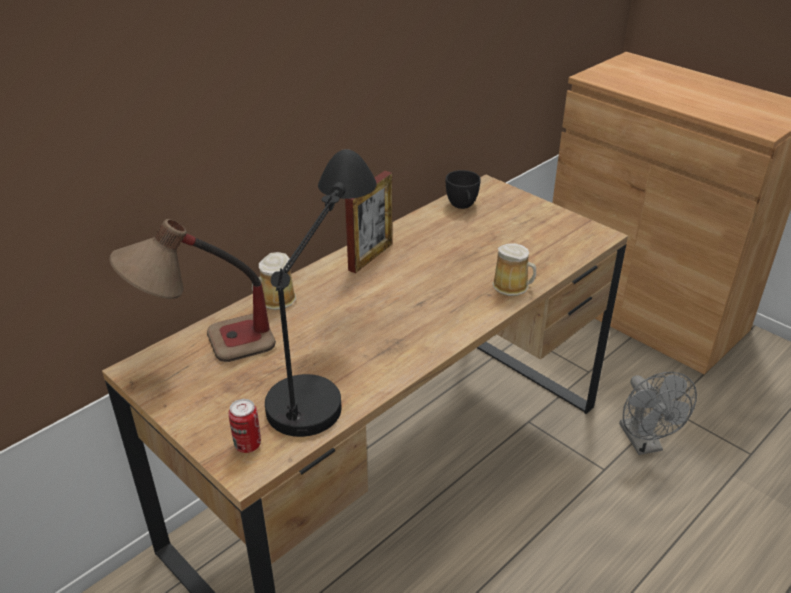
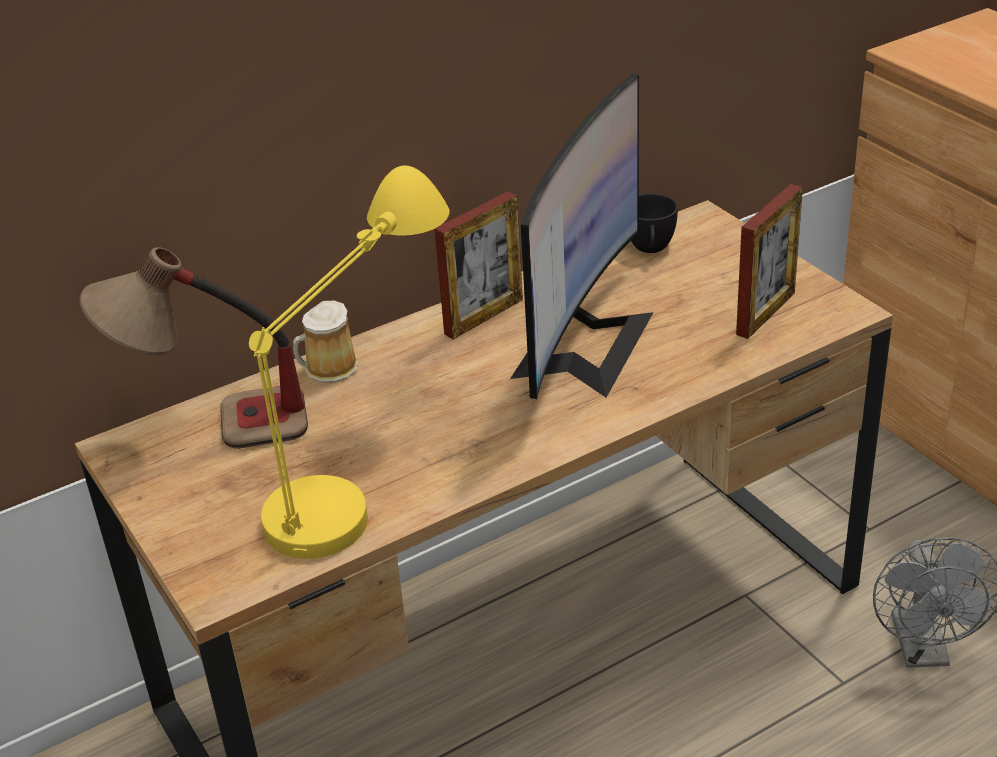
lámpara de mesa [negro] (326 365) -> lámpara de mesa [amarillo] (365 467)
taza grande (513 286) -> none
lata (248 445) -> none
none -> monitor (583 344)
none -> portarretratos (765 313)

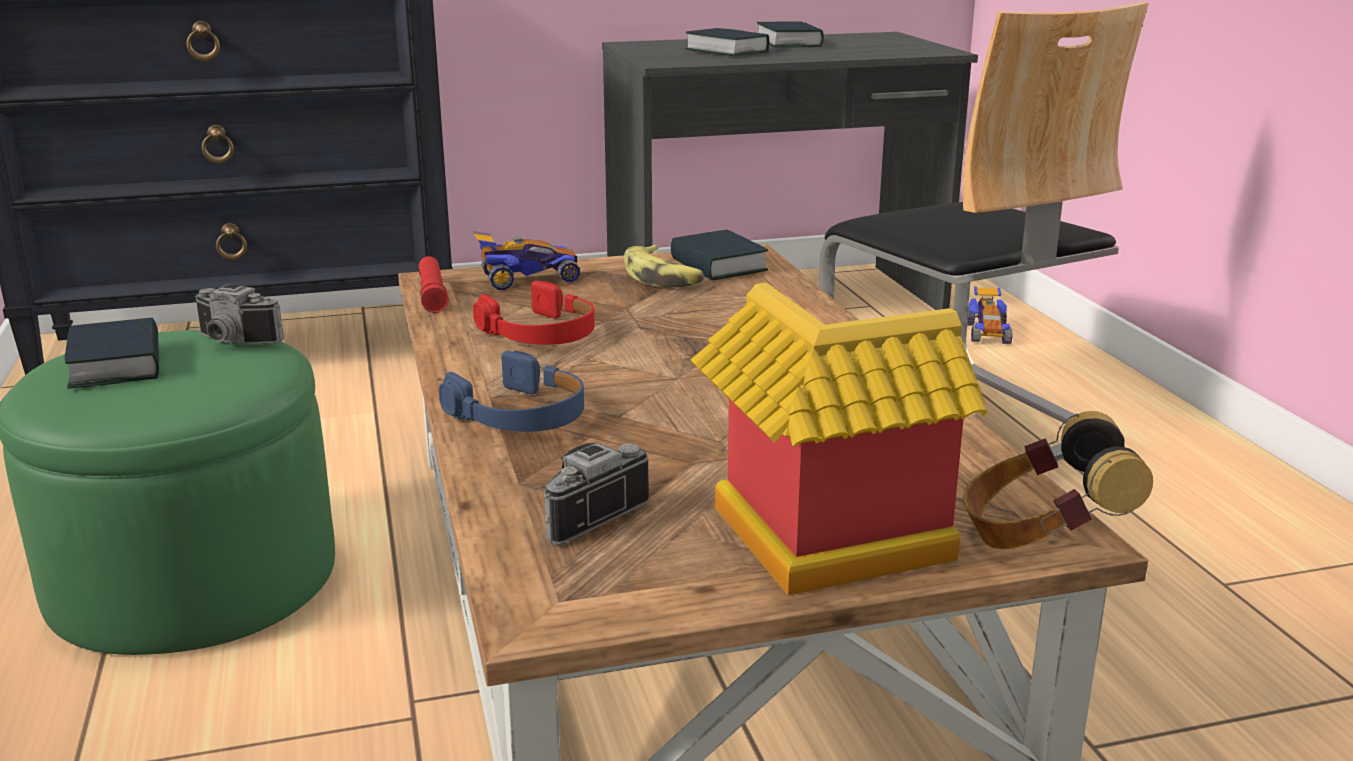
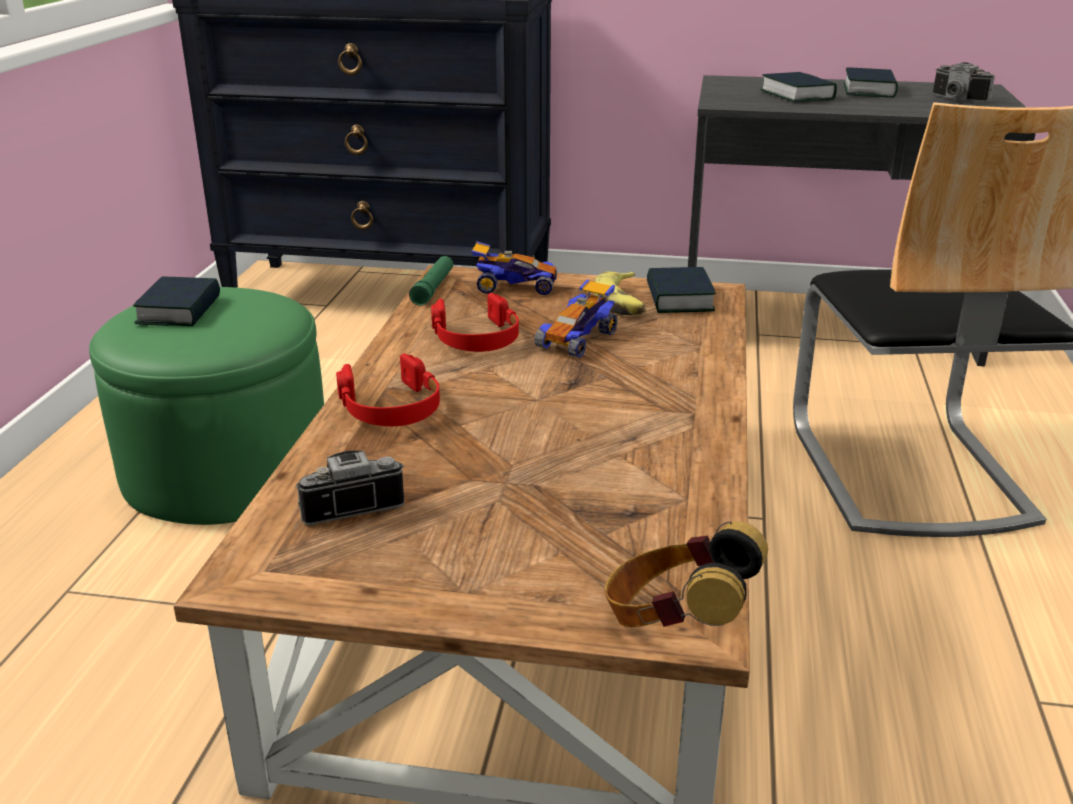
linterna [rojo] (432 294) -> linterna [verde] (433 288)
casita (814 545) -> none
cámara (233 342) -> cámara (956 99), relocated
coche de juguete (986 333) -> coche de juguete (577 339), relocated
auriculares [azul] (520 414) -> auriculares [rojo] (391 407)

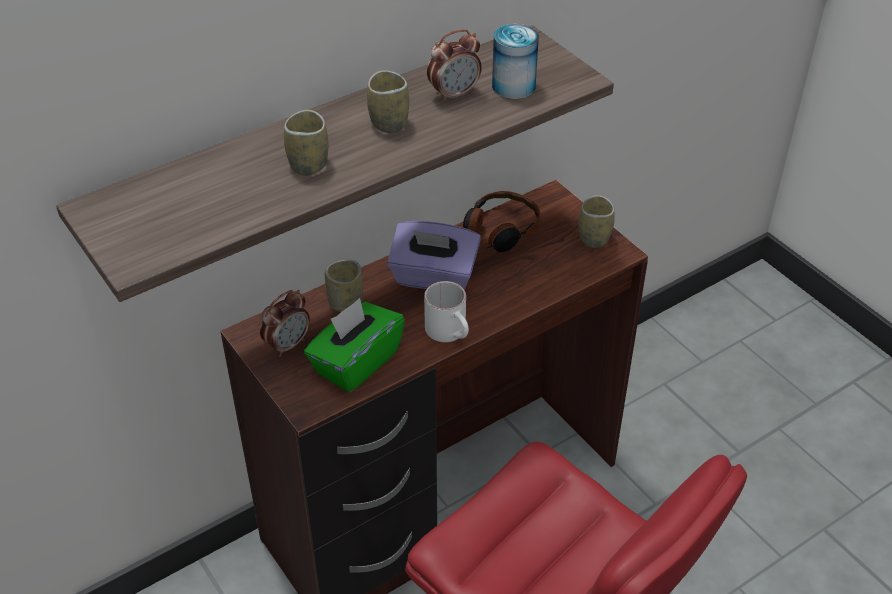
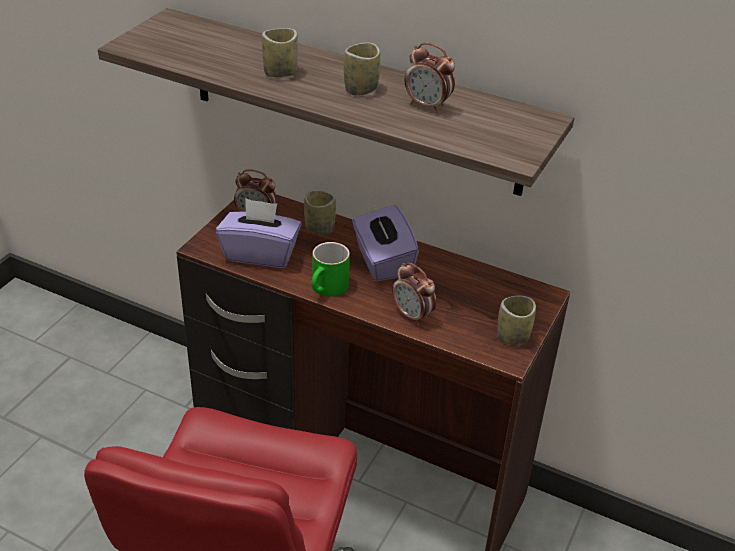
lata (513 86) -> none
auriculares (499 230) -> none
taza grande [blanco] (451 332) -> taza grande [verde] (327 290)
caja de pañuelos [verde] (356 362) -> caja de pañuelos [morado] (260 253)
none -> despertador (412 315)

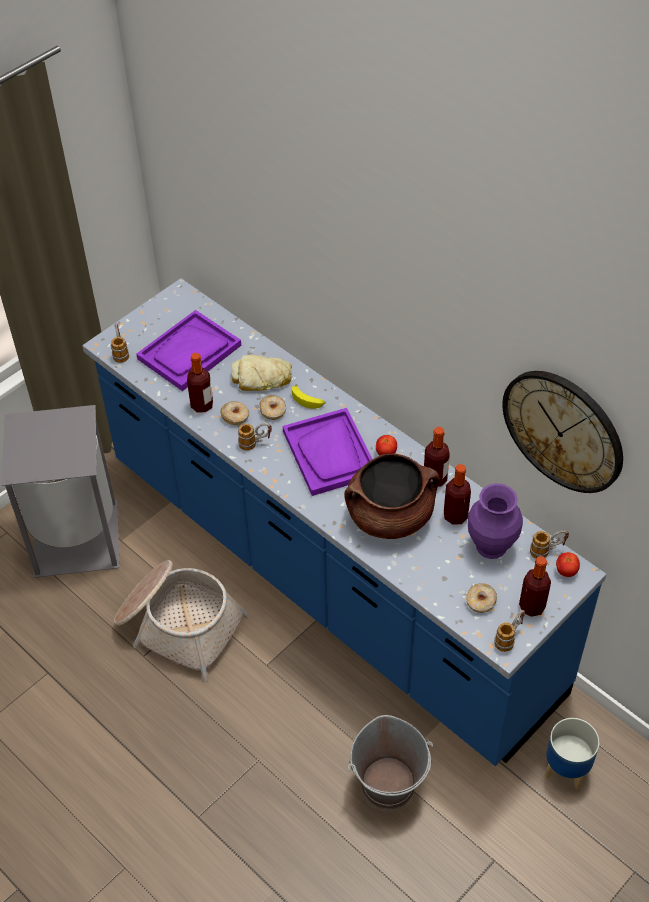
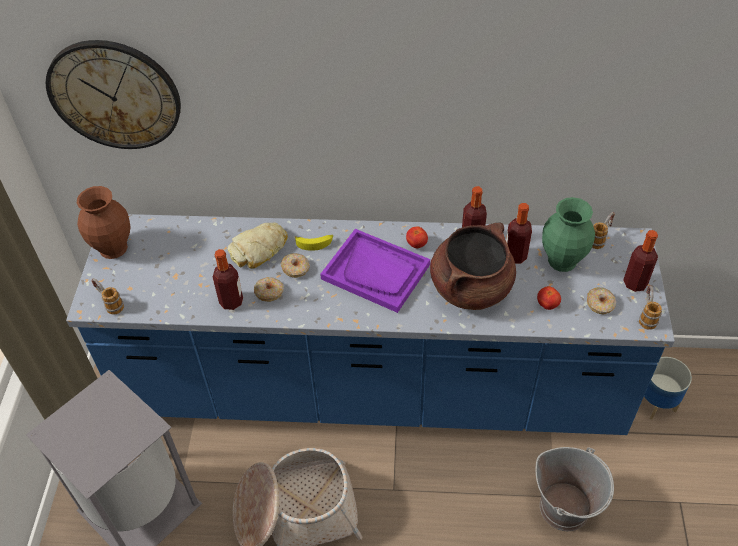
bandeja [morado] (189 352) -> none
reloj de pared (563 430) -> reloj de pared (114 95), relocated
taza grande (255 443) -> none
florero [morado] (492 547) -> florero [verde] (563 261)
tomate (566 571) -> tomate (547 304), relocated
none -> florero [marrón] (113 249)

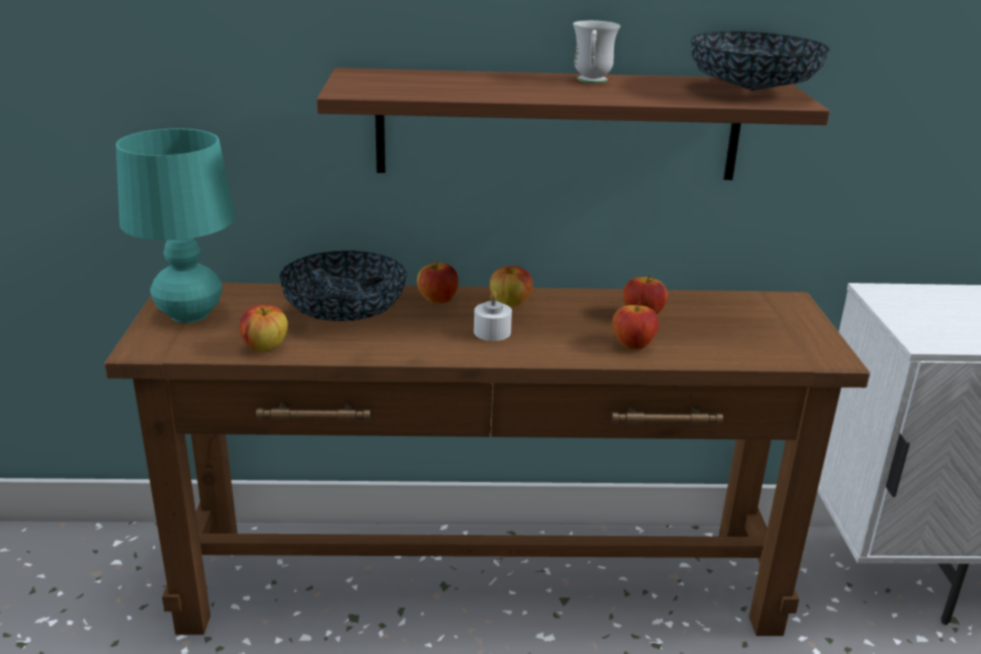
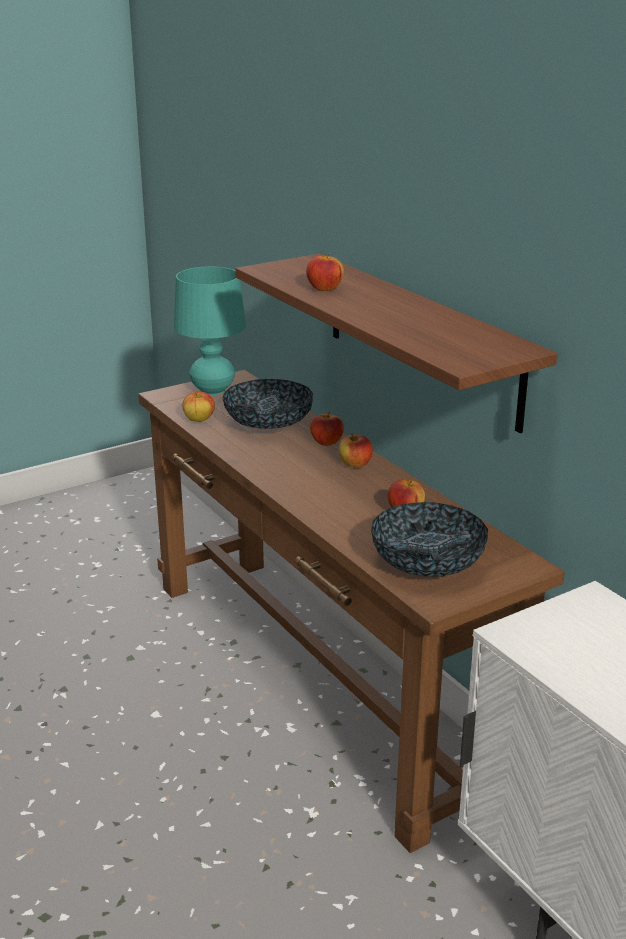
taza grande [blanco] (591 82) -> none
cuenco (751 90) -> cuenco (427 565), relocated
vela [blanco] (492 332) -> none
manzana (633 345) -> manzana (324 289), relocated

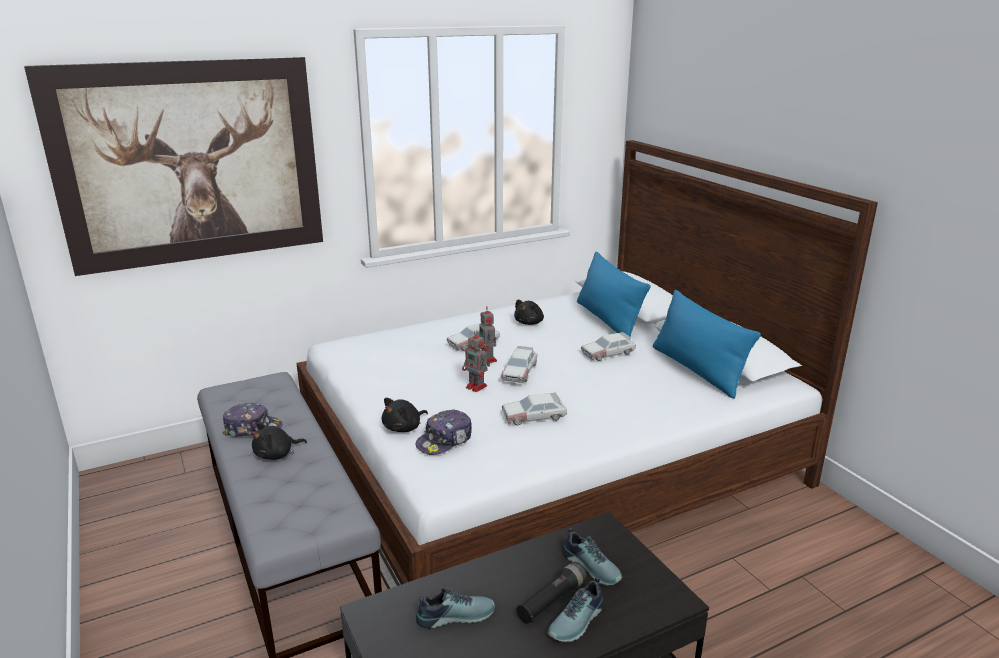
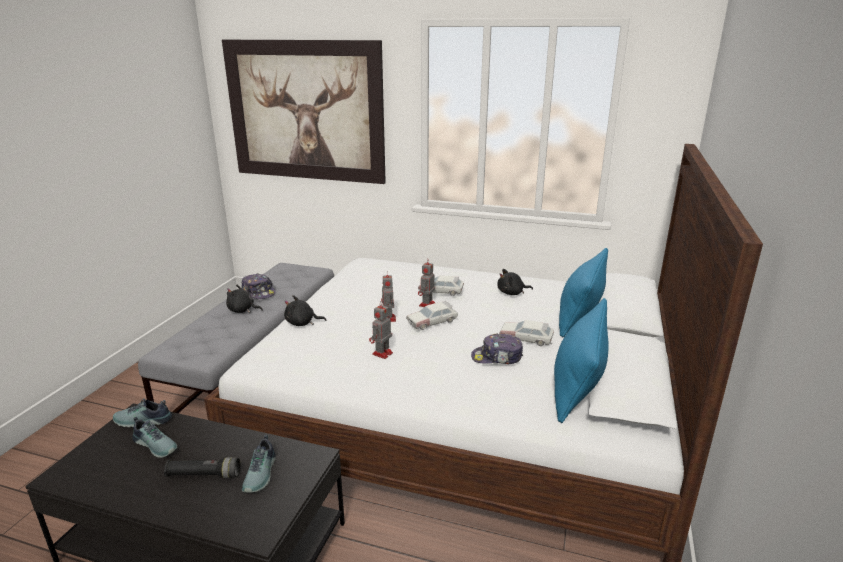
coche de juguete (534 416) -> robot de juguete (381 354)
gorra (445 441) -> gorra (497 357), relocated
zapato (578 621) -> zapato (142 421), relocated

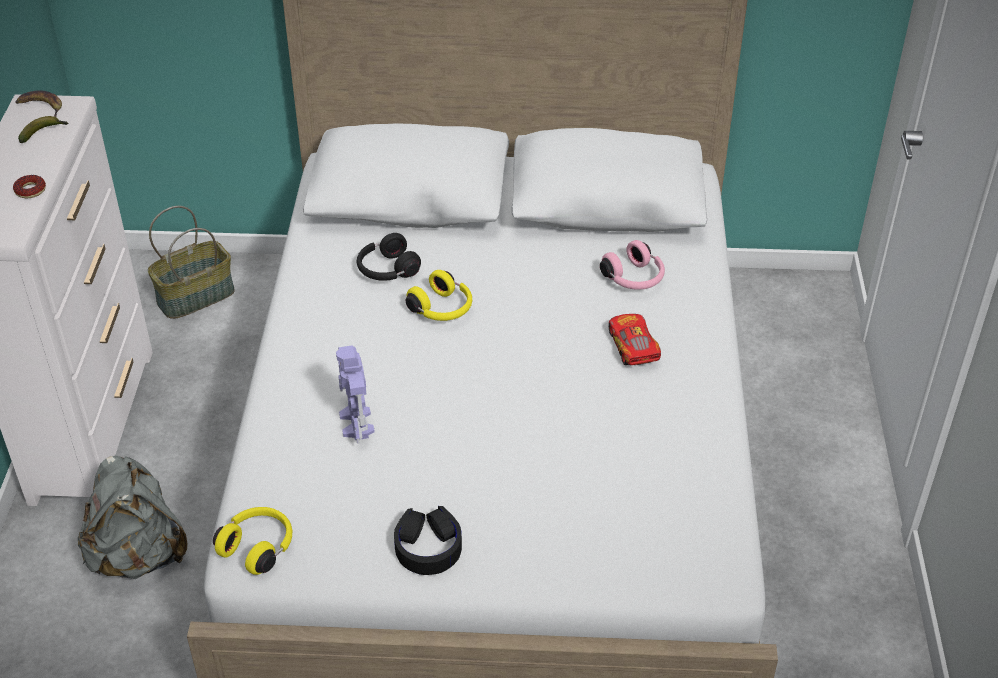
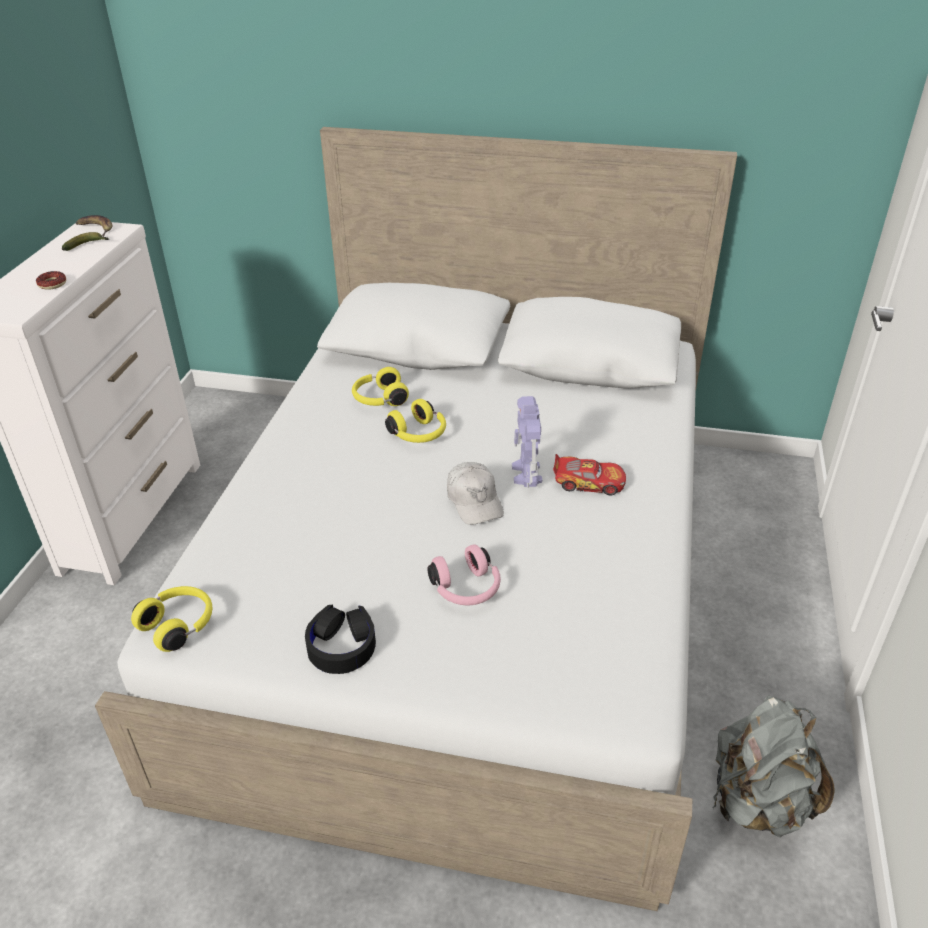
cesta (196 296) -> none
auriculares [negro] (387 270) -> auriculares [amarillo] (379 399)
auriculares [rosa] (634 279) -> auriculares [rosa] (466 589), relocated
coche de juguete (633 347) -> coche de juguete (588 482), 105 degrees clockwise
robot de juguete (357 424) -> robot de juguete (526 474), relocated
mochila [gris] (138 555) -> mochila [gris] (758 801), relocated
none -> gorra [blanco] (474 501)

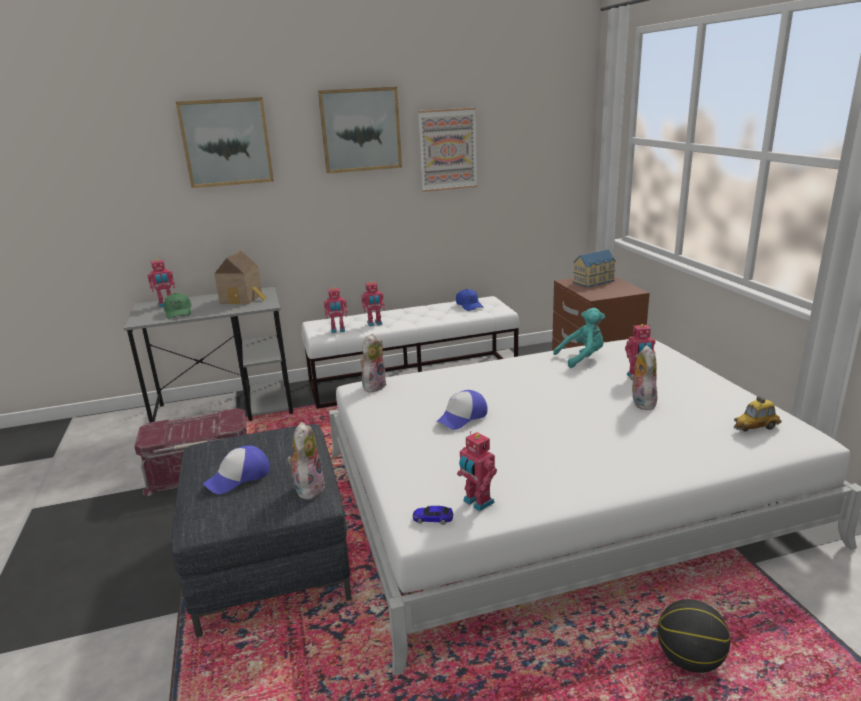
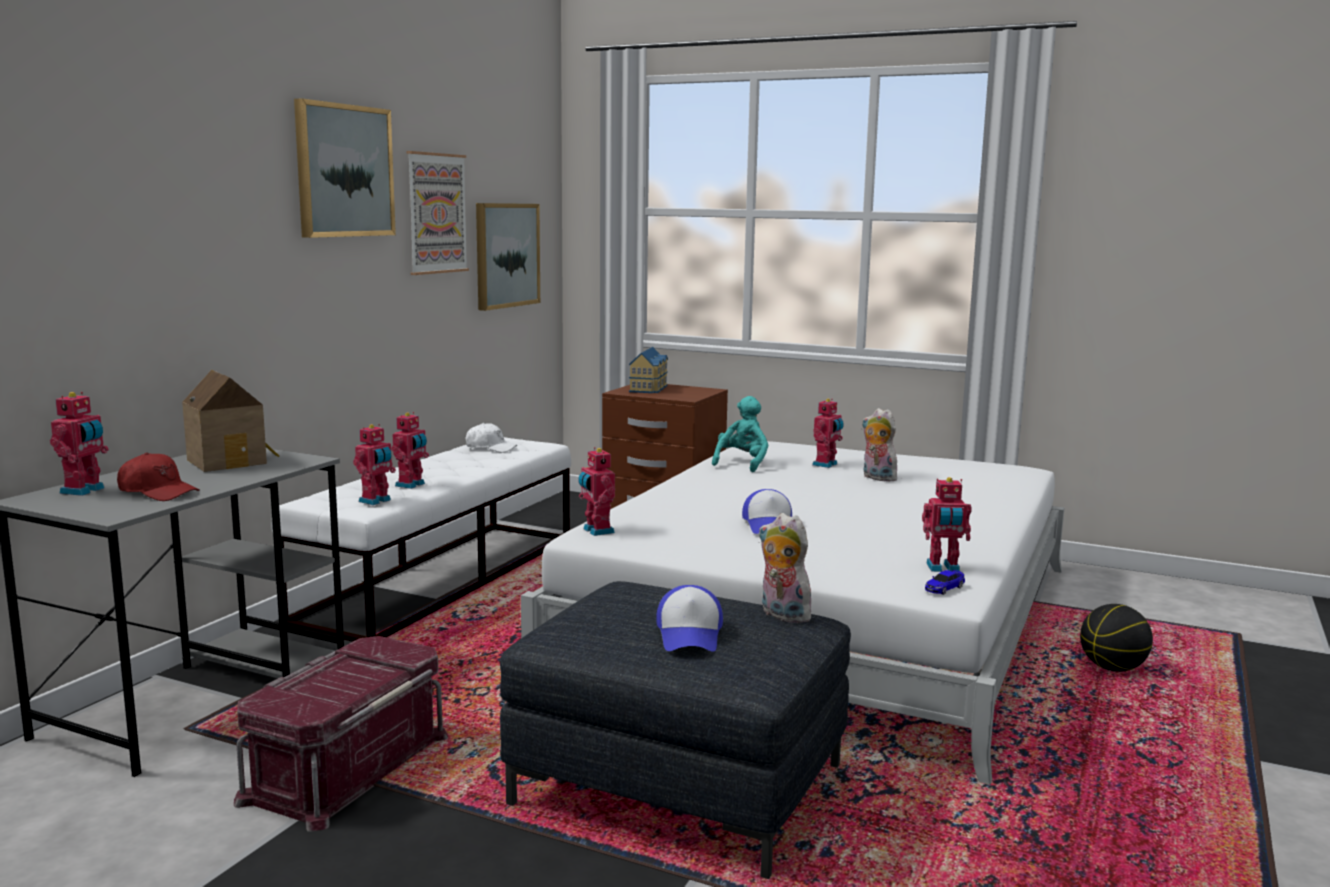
cuadro (226 142) -> cuadro (506 255), relocated
gorra [azul] (469 305) -> gorra [blanco] (490 448)
gorra [verde] (179 312) -> gorra [rojo] (158 492)
peluche (373 385) -> robot de juguete (596 531)
coche de juguete (755 428) -> none

